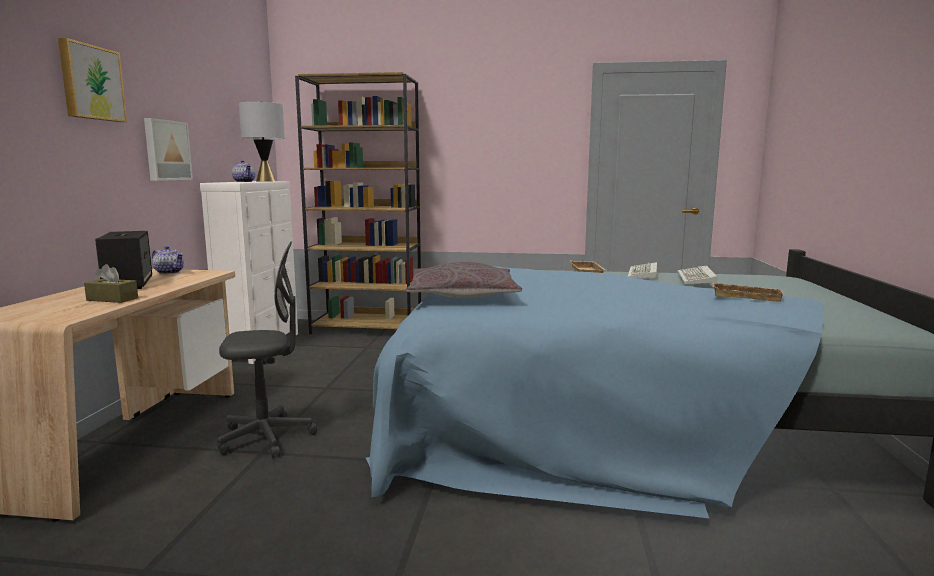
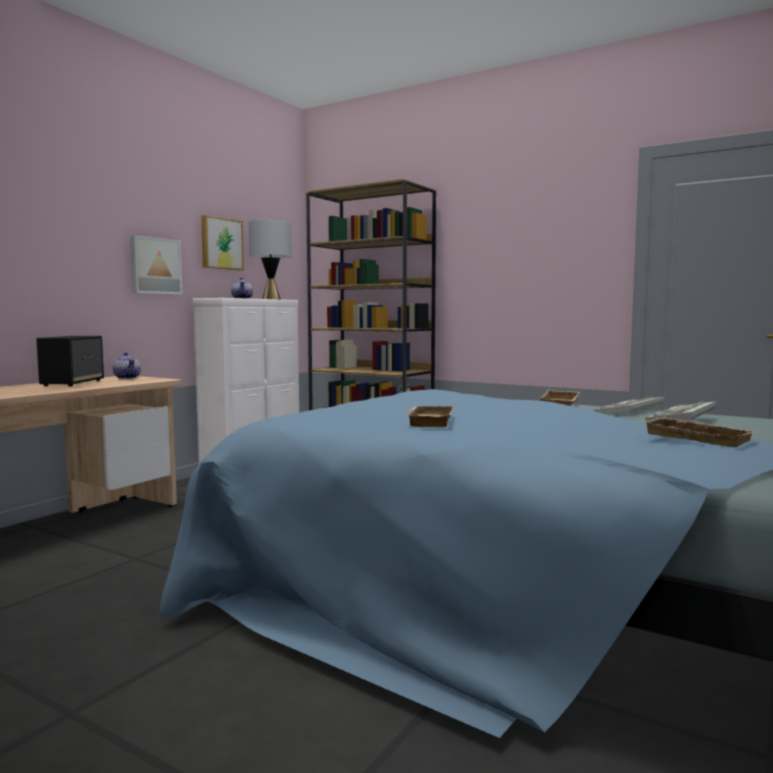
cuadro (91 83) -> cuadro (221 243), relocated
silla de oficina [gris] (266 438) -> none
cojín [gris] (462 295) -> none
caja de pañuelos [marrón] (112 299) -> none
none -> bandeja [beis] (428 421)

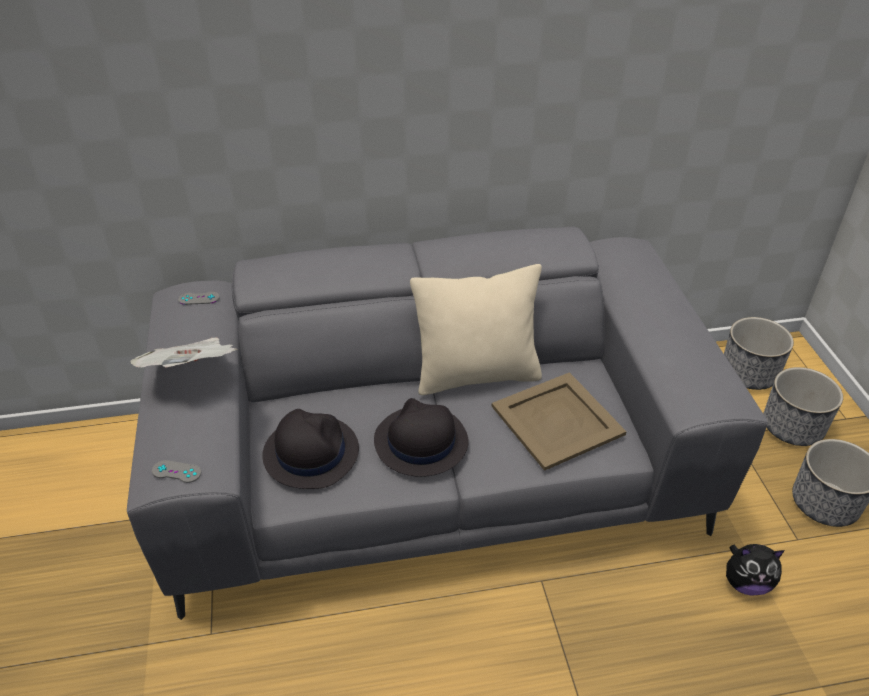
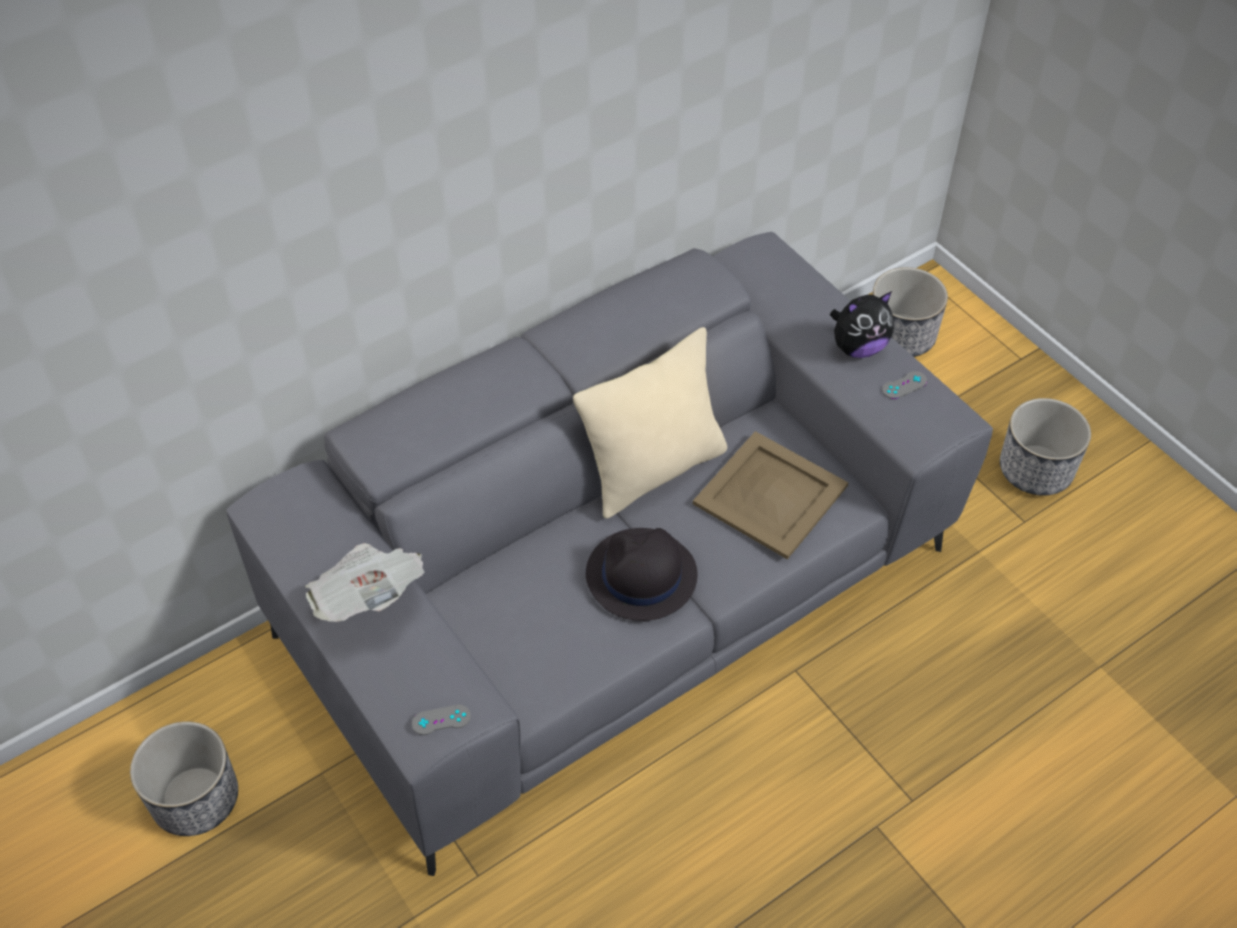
mando de consola [gris] (199 298) -> mando de consola [gris] (904 385), relocated
maceta (792 427) -> maceta (195 799), relocated
sombrero [negro] (310 452) -> none
peluche (745 583) -> peluche (858 347), relocated

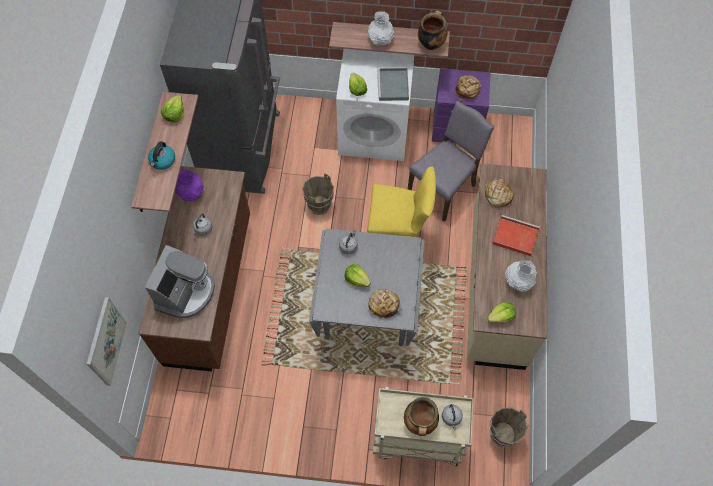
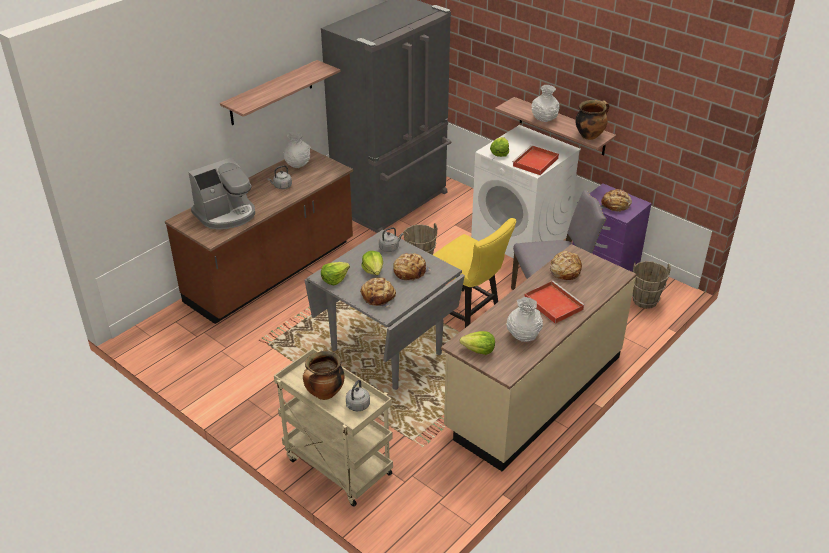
bandeja [gris] (393 86) -> bandeja [rojo] (535 162)
lechuga (174 114) -> lechuga (334 279), relocated
hervidor (162 161) -> none
florero [morado] (191 193) -> florero [blanco] (297 164)
cuadro (105 342) -> none
cubo [marrón] (502 434) -> cubo [marrón] (645 301), relocated
none -> pan (409 271)

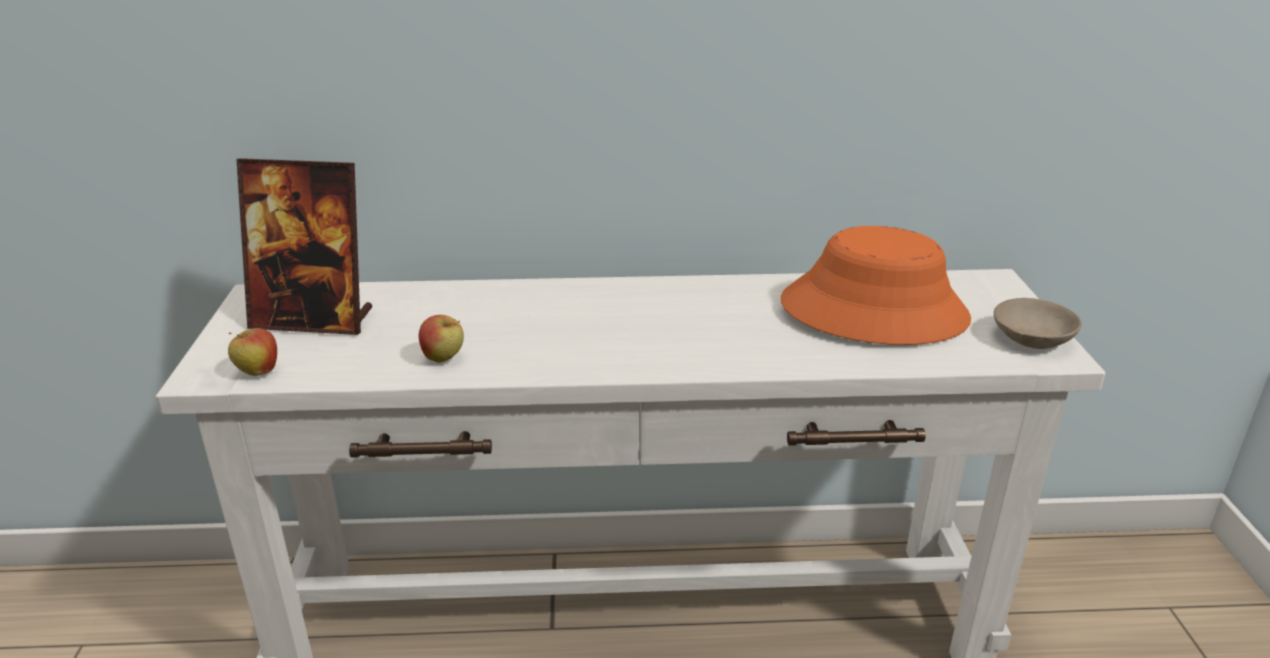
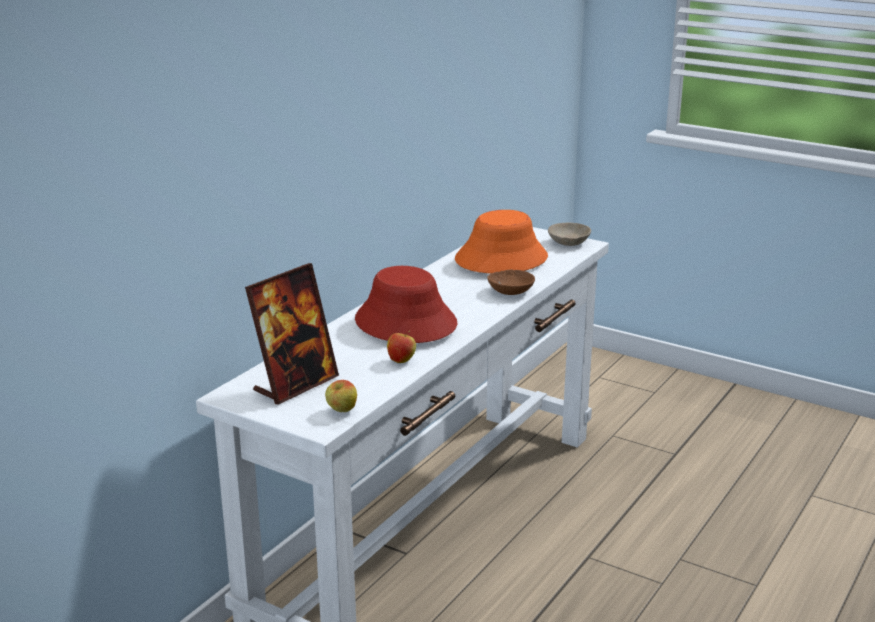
none -> sombrero [rojo] (405 322)
none -> cuenco [marrón] (511 292)

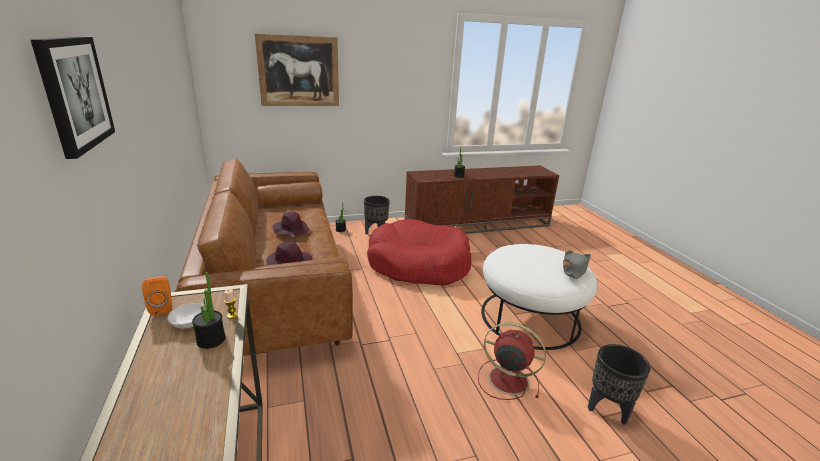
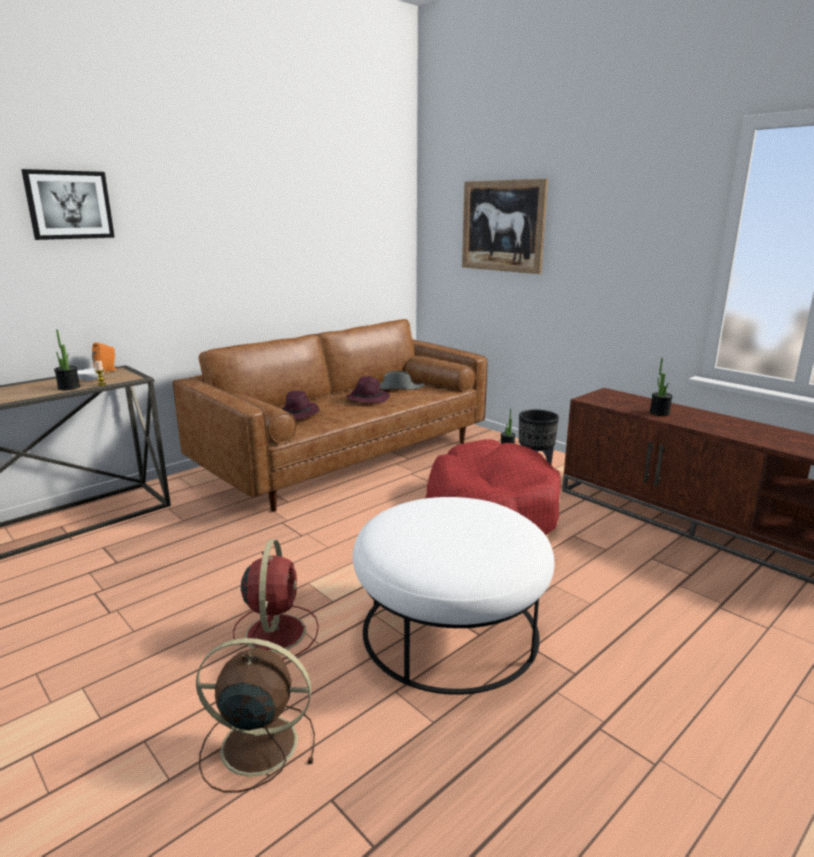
sombrero [gris] (574 269) -> sombrero [gris] (397 387), relocated
maceta [negro] (608 410) -> ventilador [marrón] (255 744)

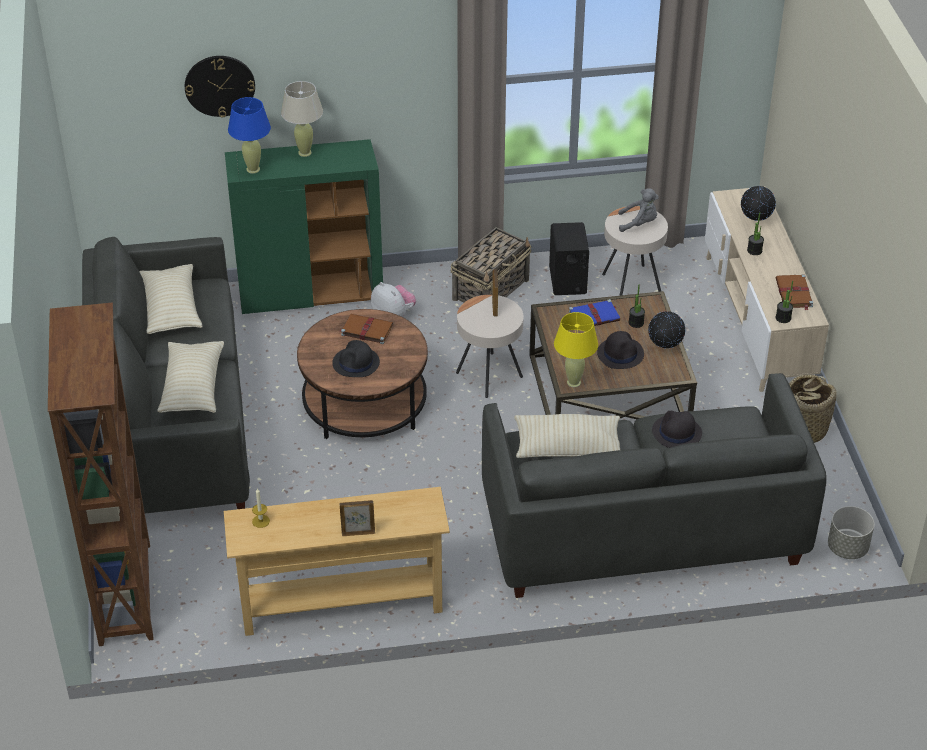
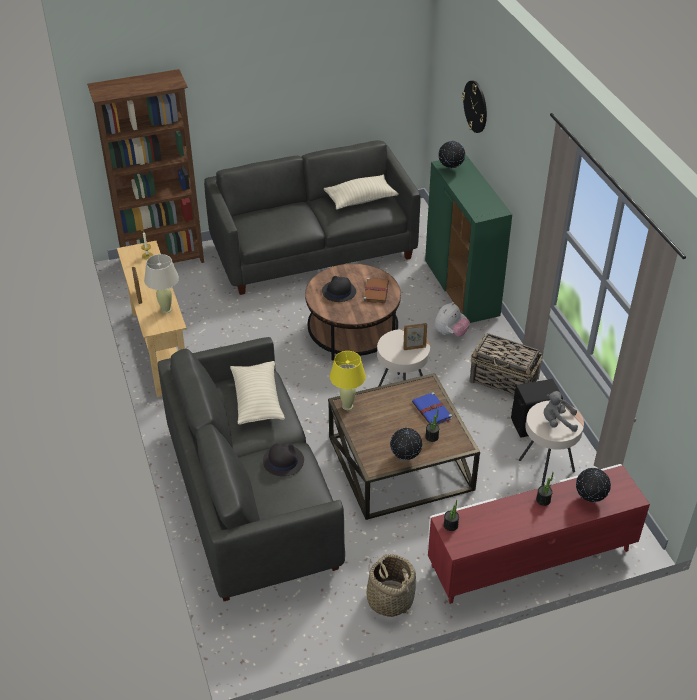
lámpara de mesa [beis] (304 152) -> lámpara de mesa [beis] (166 309), relocated
lámpara de mesa [azul] (253 169) -> globo terráqueo (450 169)
peluche [gris] (639 223) -> peluche [gris] (557 422), 105 degrees clockwise
mueble de televisión [beis] (756 319) -> mueble de televisión [rojo] (530 558)
libro [marrón] (794 293) -> none
sombrero [negro] (620 353) -> none
cojín [beis] (193 387) -> none
maceta [gris] (847 548) -> none

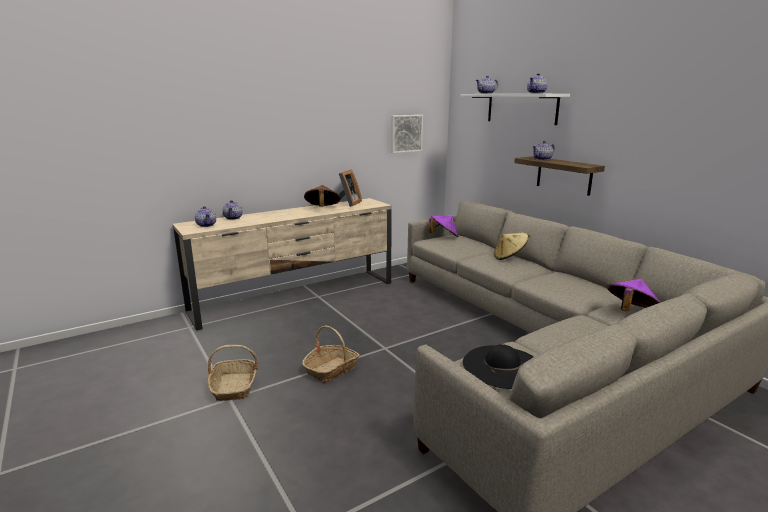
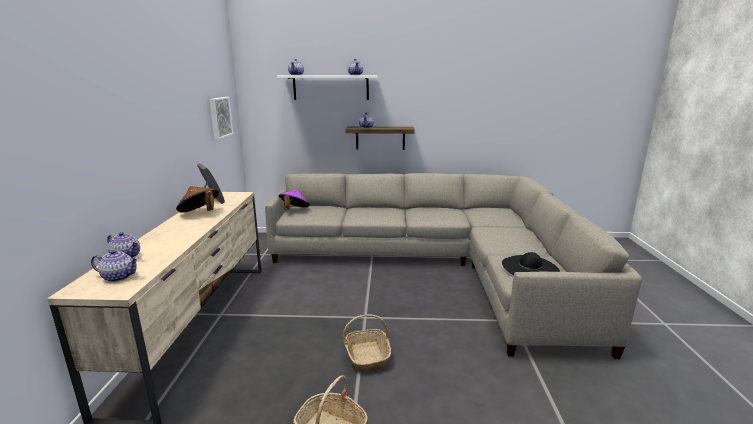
sombrero [beis] (510 257) -> none
sombrero [morado] (630 311) -> none

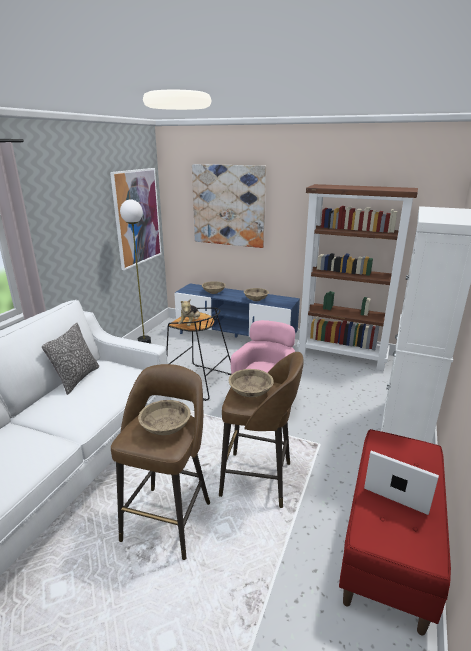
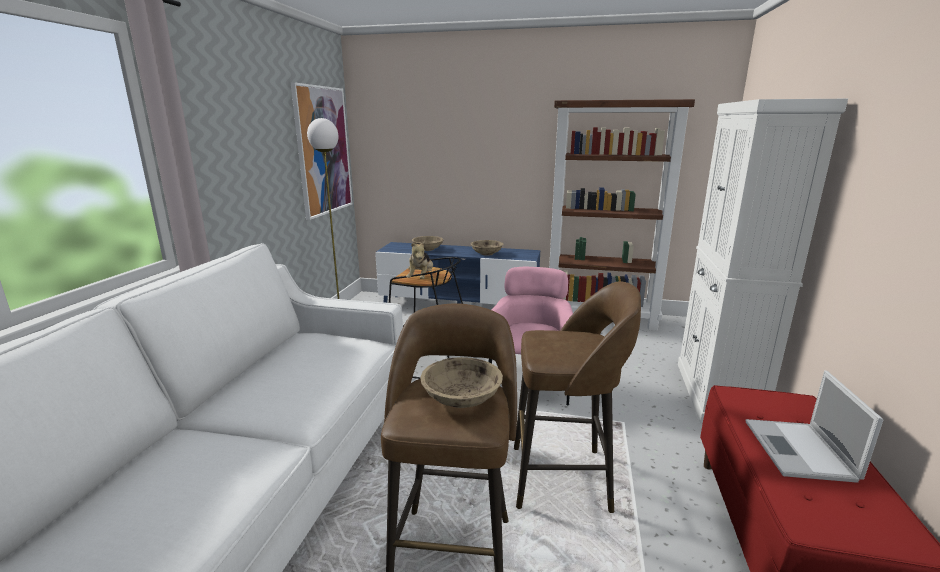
cuadro (228 205) -> none
cojín (77 379) -> none
cuenco [beis] (250 392) -> none
portátil (398 486) -> portátil (800 451), 105 degrees counterclockwise

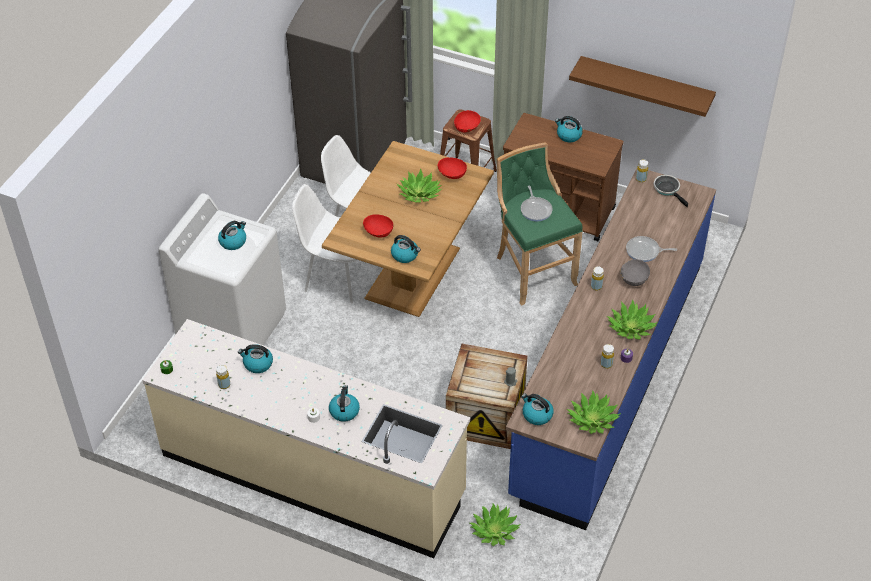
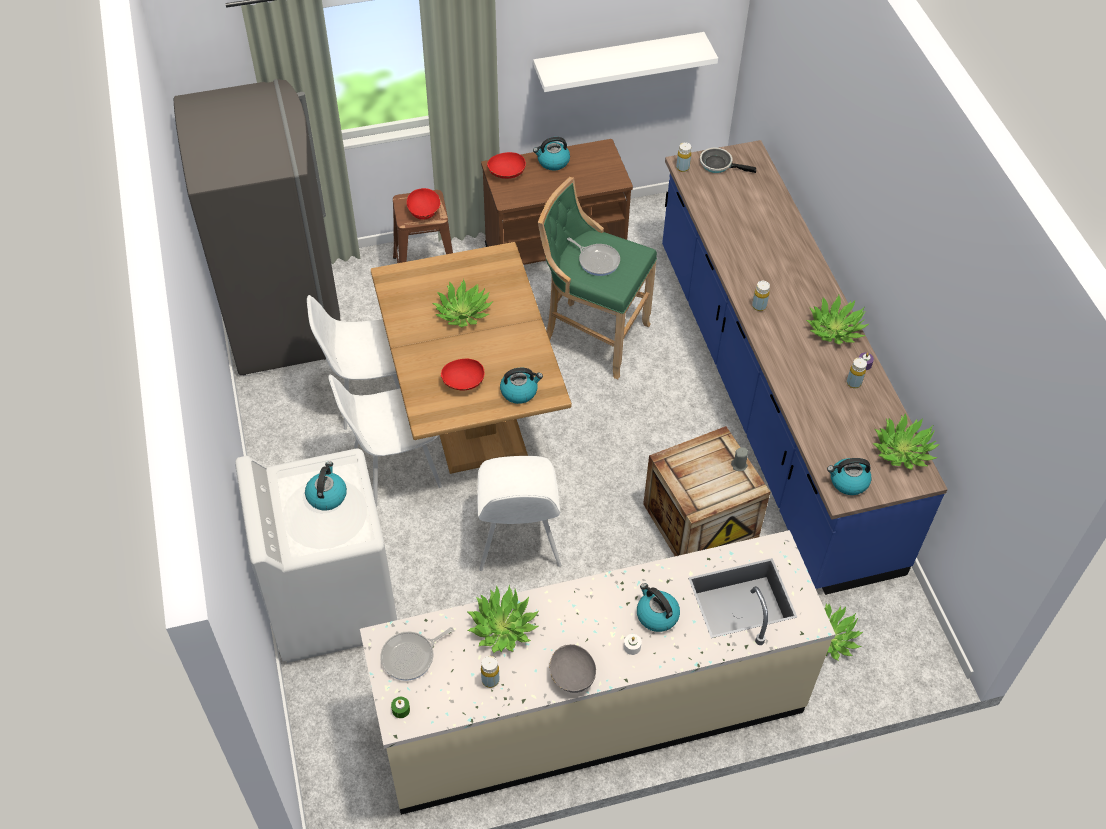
estante [marrón] (646 85) -> estante [blanco] (618 60)
cuenco [rojo] (451 175) -> cuenco [rojo] (506 174), relocated
sartén (644 251) -> sartén (411 657), relocated
cuenco [gris] (633 279) -> cuenco [gris] (571 676), relocated
hervidor (257 364) -> planta en maceta (502 627)
none -> silla [blanco] (518 540)

